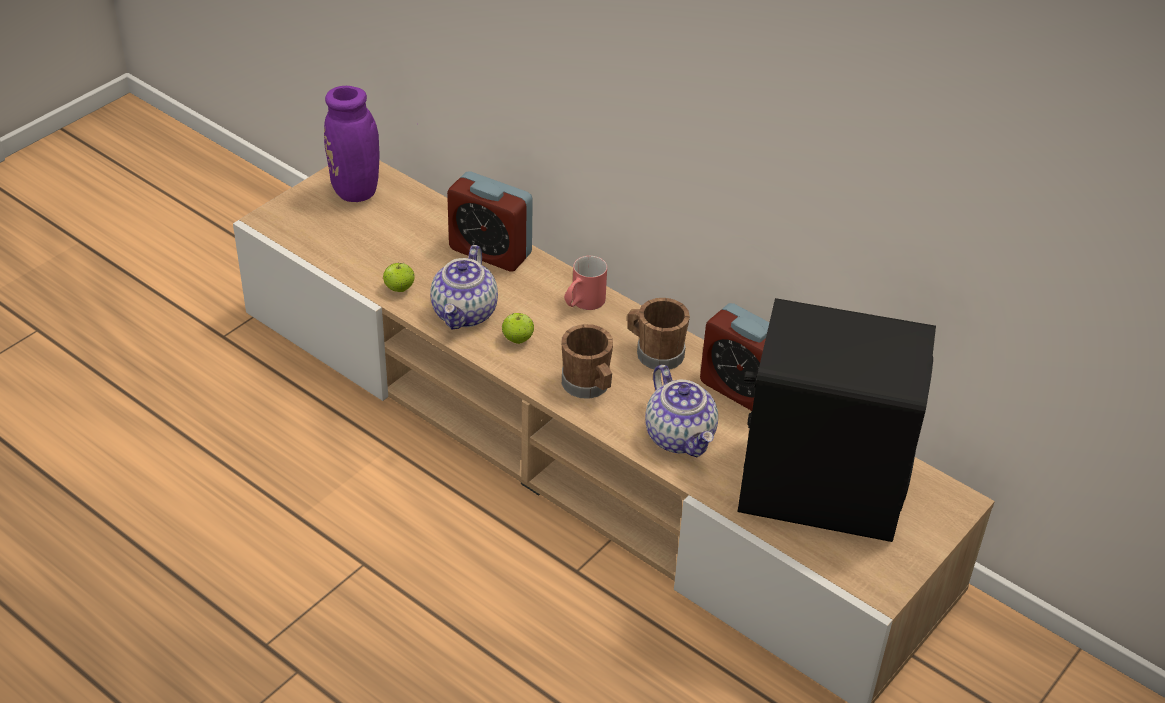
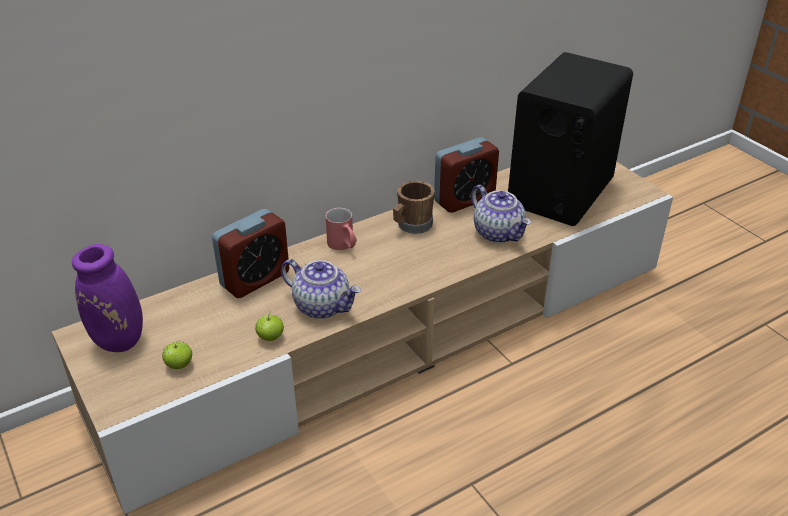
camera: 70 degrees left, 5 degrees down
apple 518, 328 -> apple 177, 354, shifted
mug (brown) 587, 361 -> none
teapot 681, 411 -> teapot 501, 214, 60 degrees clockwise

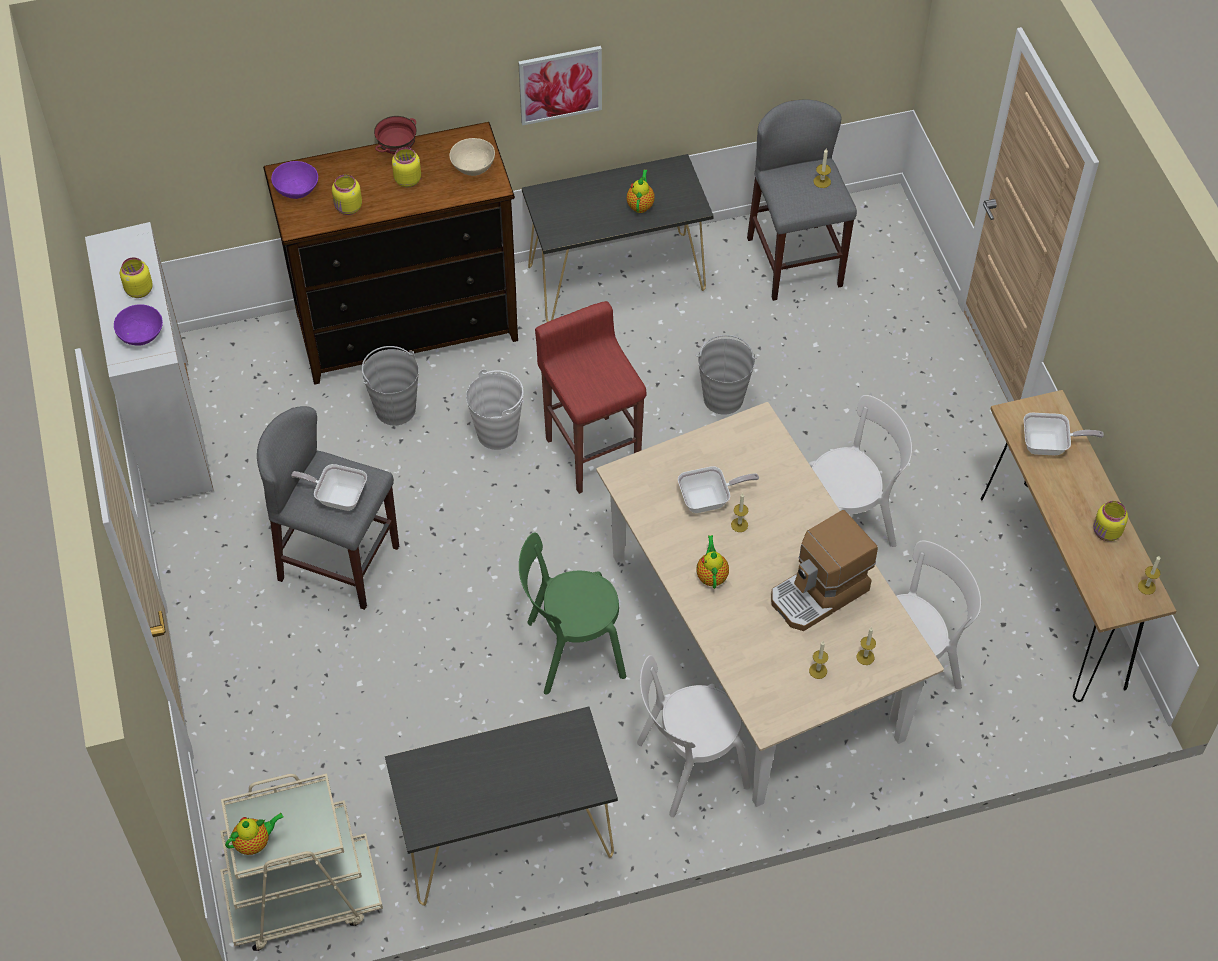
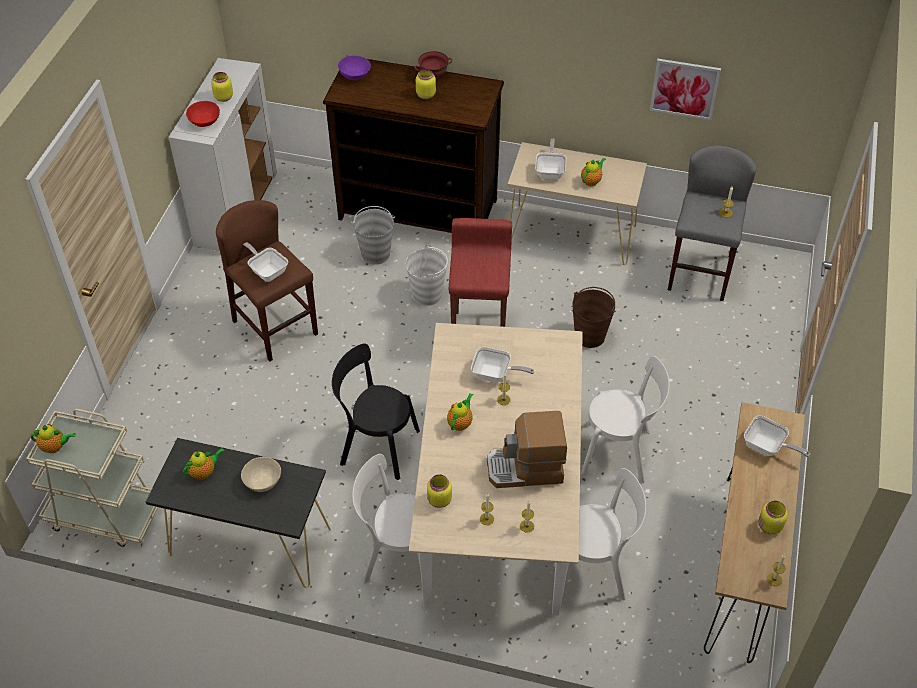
camera: 30 degrees right, 5 degrees down
picture 560, 86 -> picture 685, 89, shifted
bowl (beige) 472, 157 -> bowl (beige) 261, 474, shifted
console table (black) 618, 238 -> console table (beige) 577, 203
jar (yellow) 347, 194 -> jar (yellow) 439, 491, shifted
bowl (purple) 138, 325 -> bowl (red) 203, 114
bucket (grey) 726, 375 -> bucket (brown) 594, 317
stool (grey) 328, 508 -> stool (brown) 267, 281
chair (green) 572, 613 -> chair (black) 376, 411
none -> frying pan 550, 159
none -> teapot 203, 464

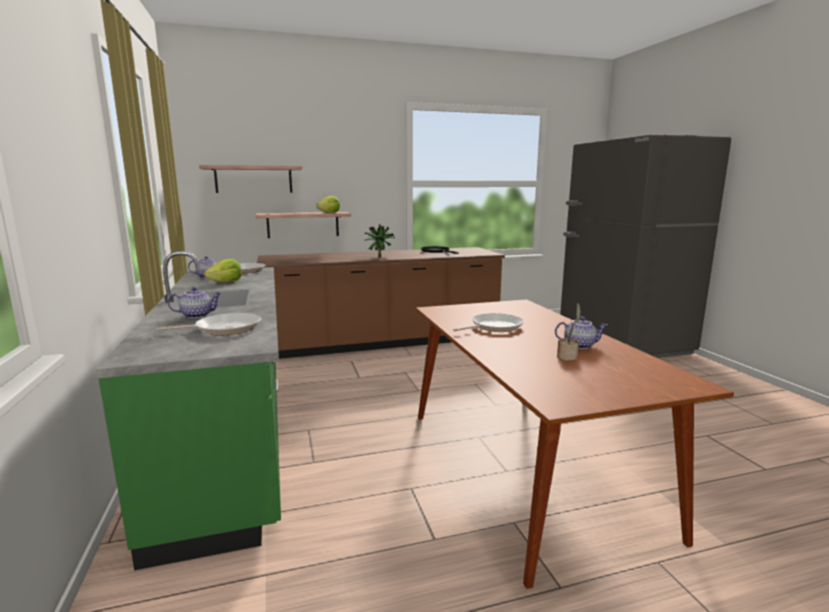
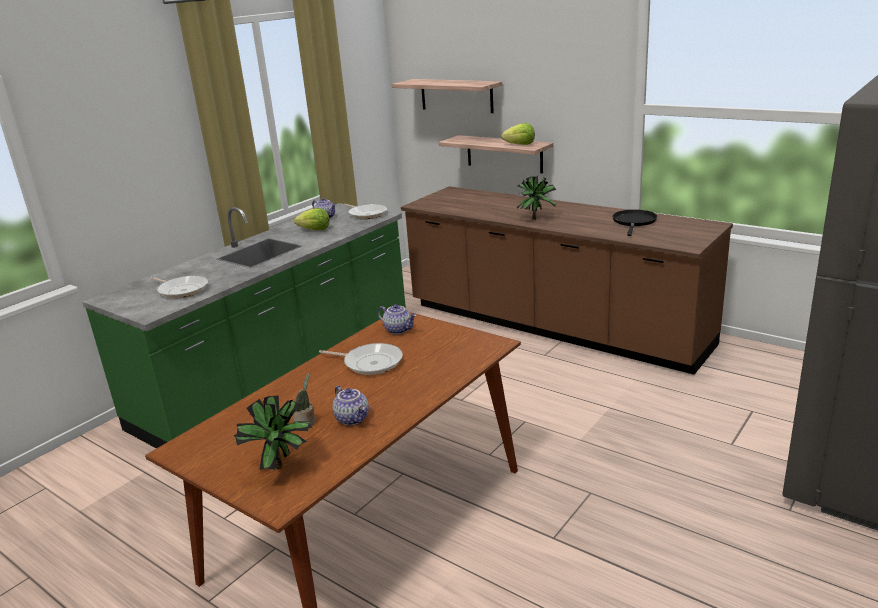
camera: 55 degrees right, 10 degrees up
teapot 194, 302 -> teapot 396, 319, shifted
none -> potted plant 273, 432

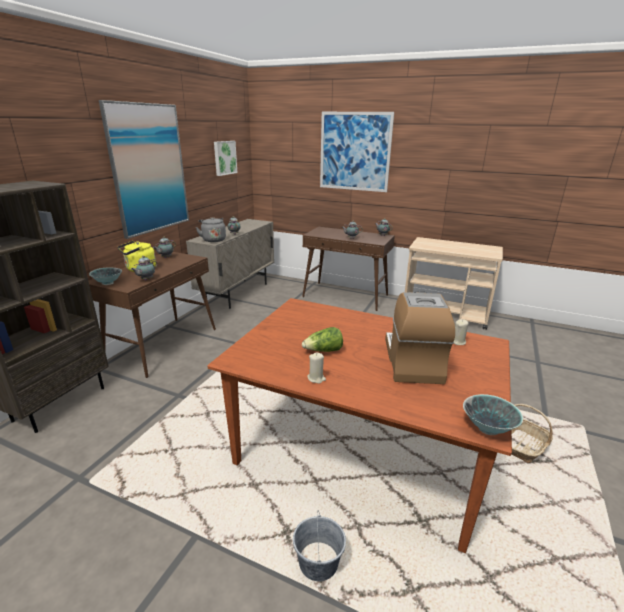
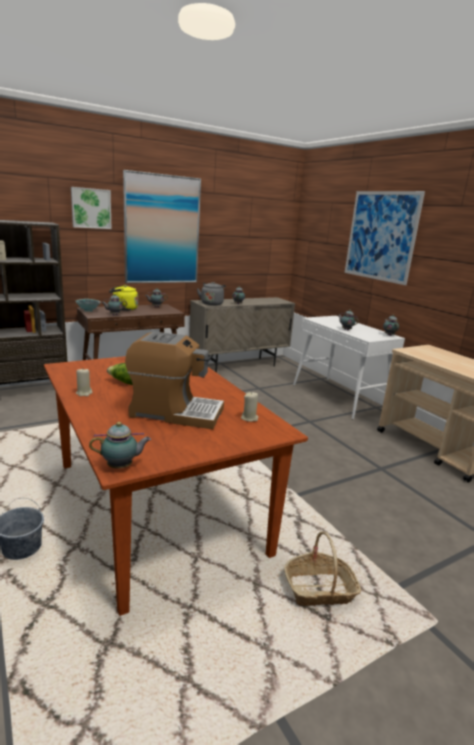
camera: 35 degrees right, 5 degrees down
picture 225, 158 -> picture 91, 208, shifted
console table (brown) 348, 269 -> console table (white) 349, 368
coffee machine 420, 338 -> coffee machine 174, 380, 60 degrees clockwise
bowl 493, 414 -> teapot 120, 445

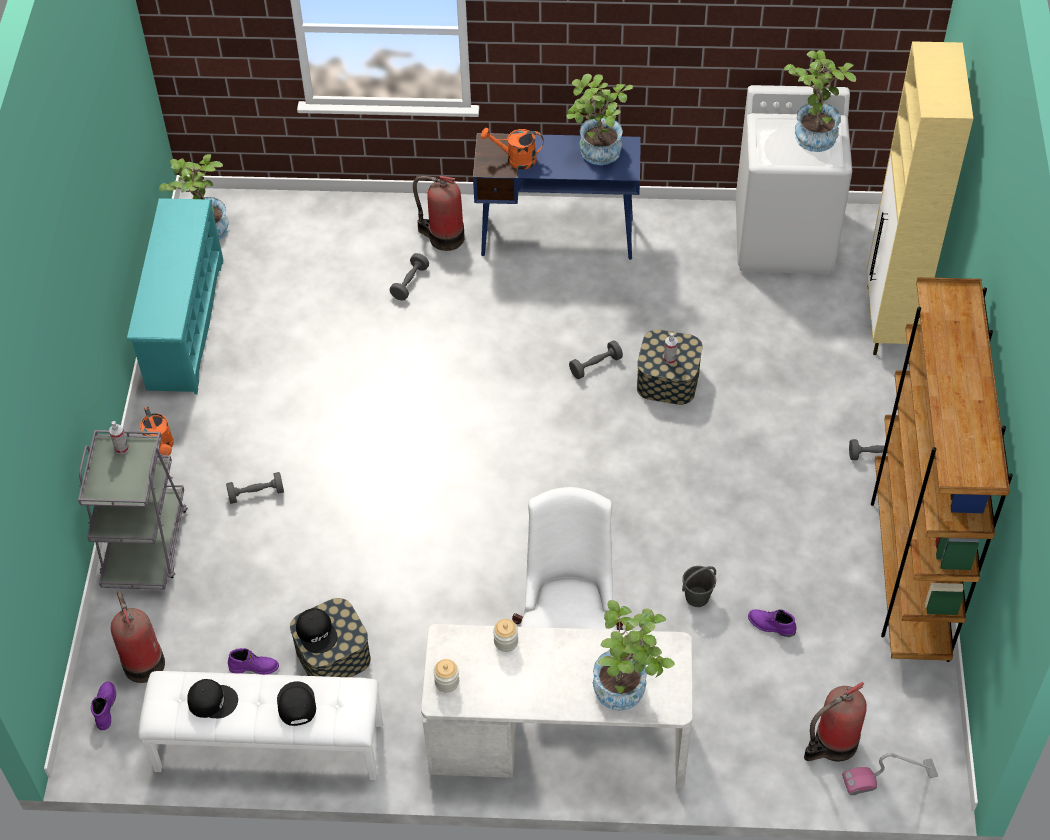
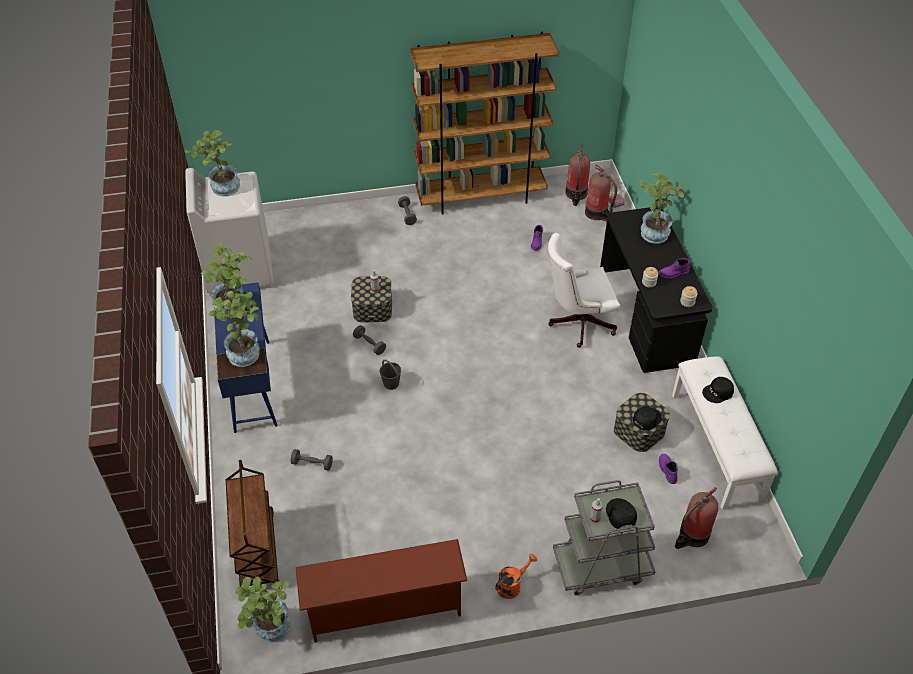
camera: 105 degrees left, 5 degrees down
cabinet (beige) 920, 198 -> none
watering can (orange) 512, 149 -> potted plant 234, 329
fire extinguisher 439, 213 -> fire extinguisher 577, 175, shifted
shoe rack (turquoise) 175, 296 -> shoe rack (brown) 381, 591
dumbbell (grey) 255, 488 -> none
bucket (grey) 699, 586 -> bucket (grey) 390, 375, shifted
desk (white) 557, 706 -> desk (black) 656, 289
cap (black) 212, 698 -> cap (black) 621, 514, shifted
boot (purple) 103, 706 -> boot (purple) 674, 268, shifted
none -> cart (brown) 253, 524

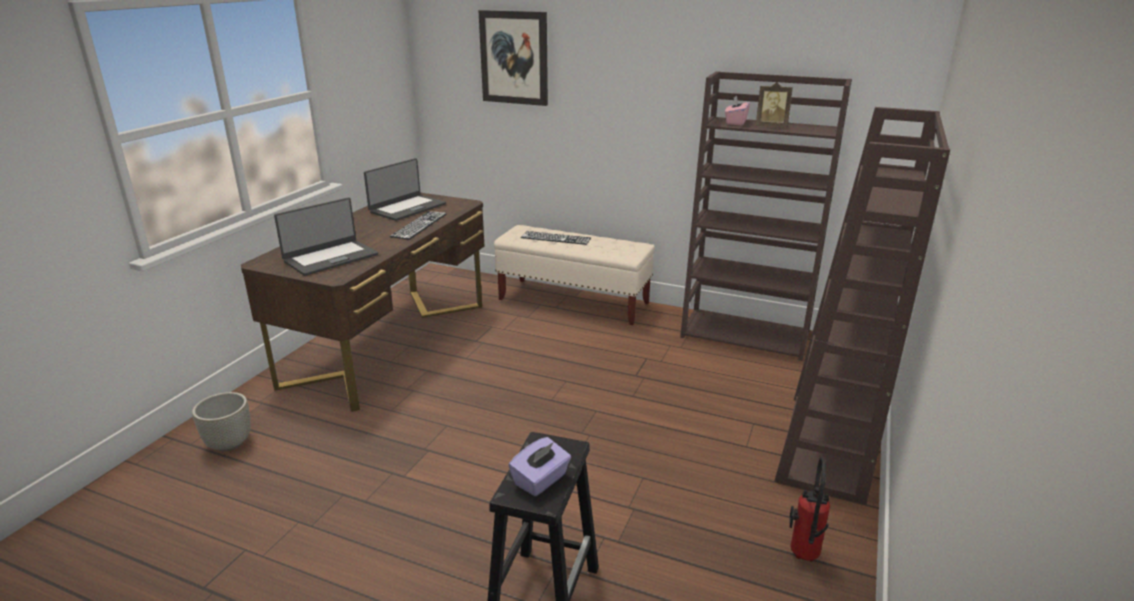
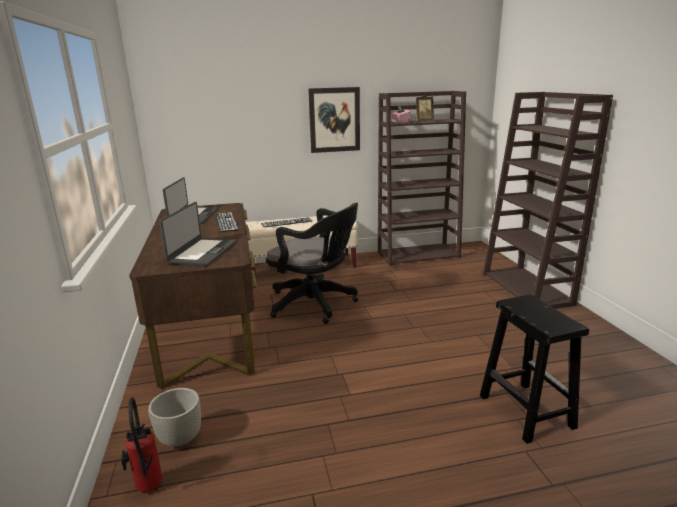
camera: 35 degrees left, 5 degrees down
picture 513, 58 -> picture 334, 120, shifted
tissue box (purple) 540, 466 -> none
fire extinguisher 809, 509 -> fire extinguisher 141, 445, shifted
none -> office chair (black) 312, 263

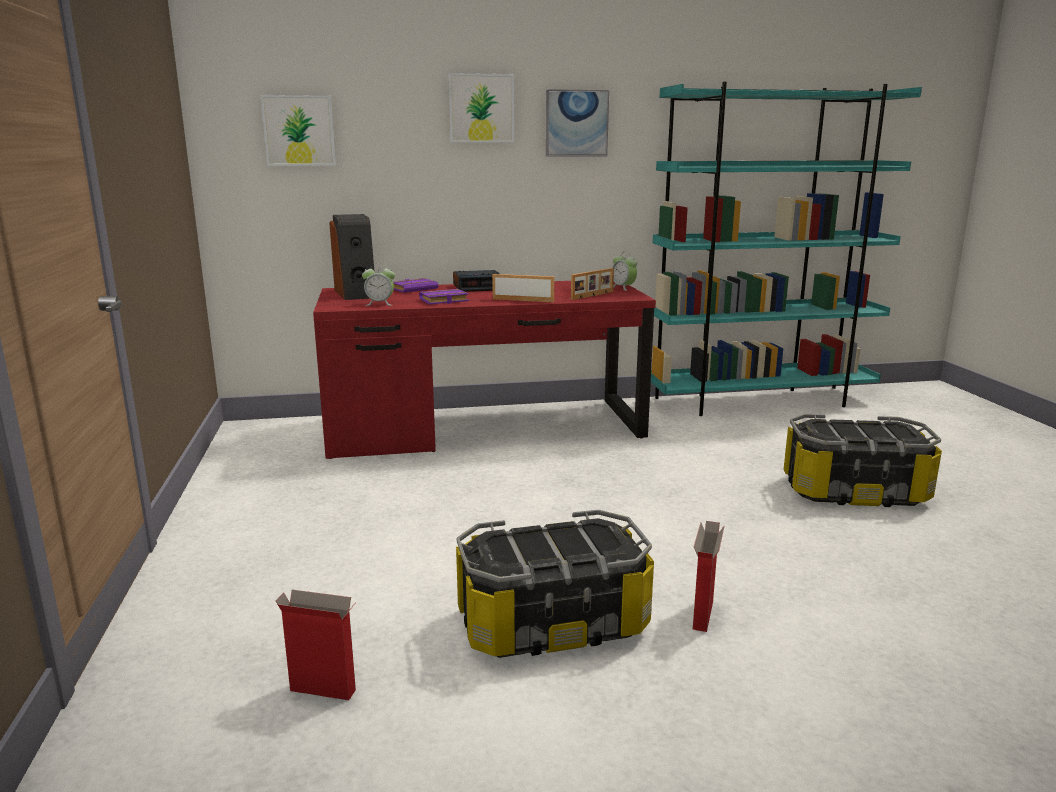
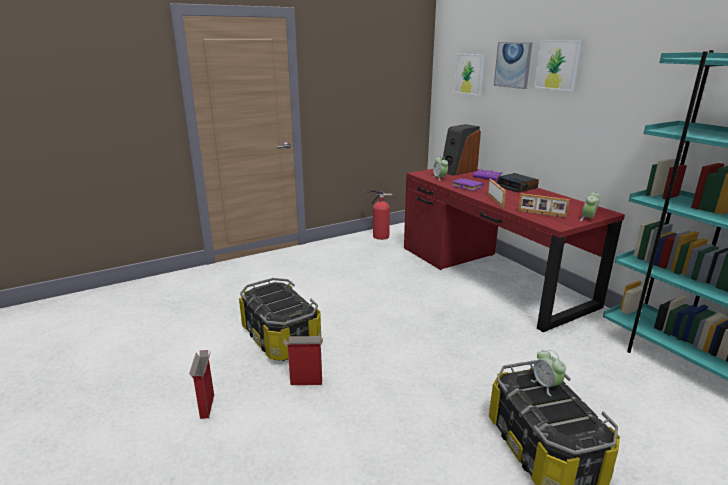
camera: 70 degrees right, 5 degrees up
picture 577, 123 -> picture 513, 65, shifted
cardboard box 316, 645 -> cardboard box 201, 384, shifted
none -> fire extinguisher 378, 215
none -> alarm clock 548, 373

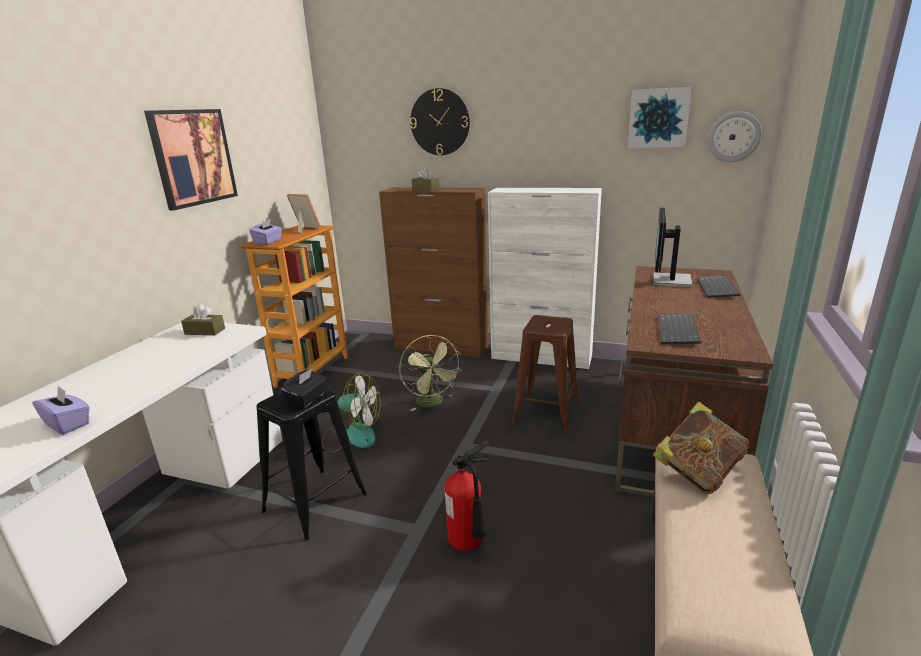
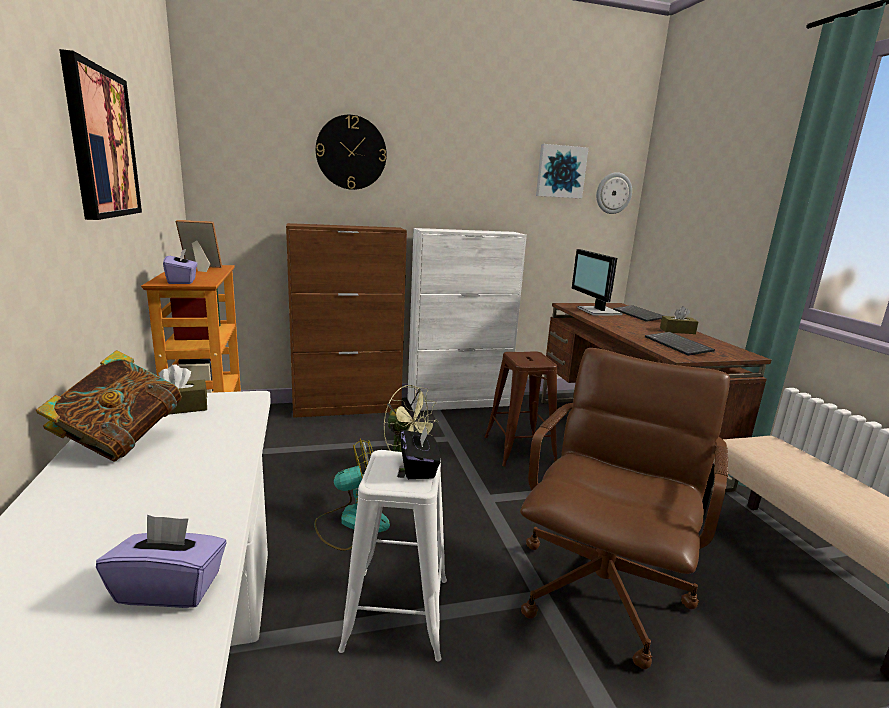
camera: 35 degrees left, 5 degrees down
tissue box (brown) 425, 179 -> tissue box (brown) 679, 320, shifted
stool (black) 311, 465 -> stool (white) 392, 555
book 701, 448 -> book 109, 406, shifted
fire extinguisher 467, 495 -> office chair (brown) 625, 508

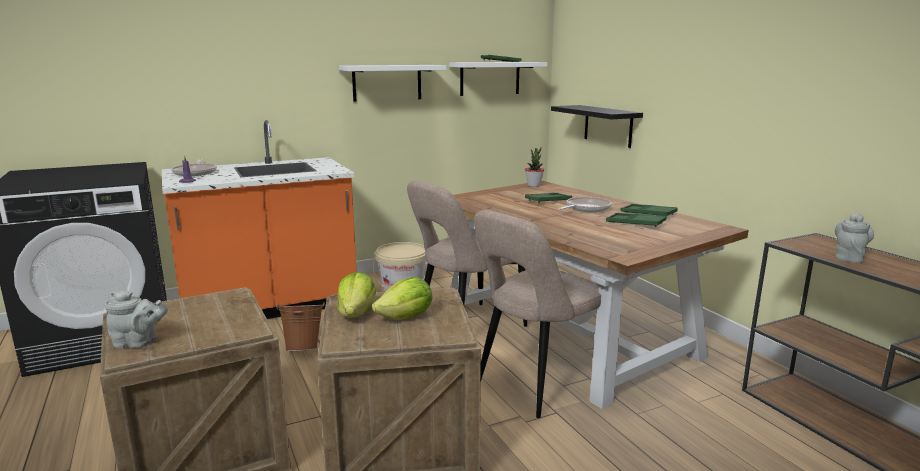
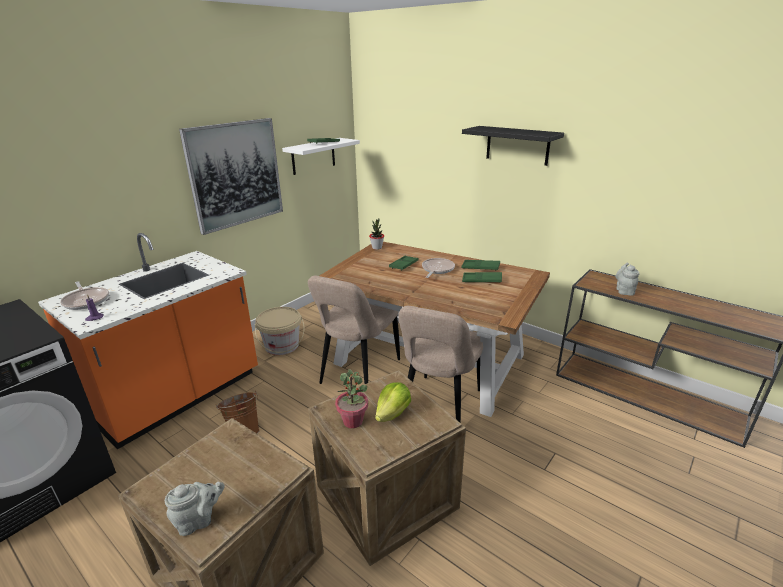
camera: 25 degrees left, 10 degrees up
shelf (white) 392, 83 -> picture 231, 176
shelf (black) 597, 126 -> shelf (black) 513, 146, shifted
lettuce 356, 295 -> potted plant 351, 398

